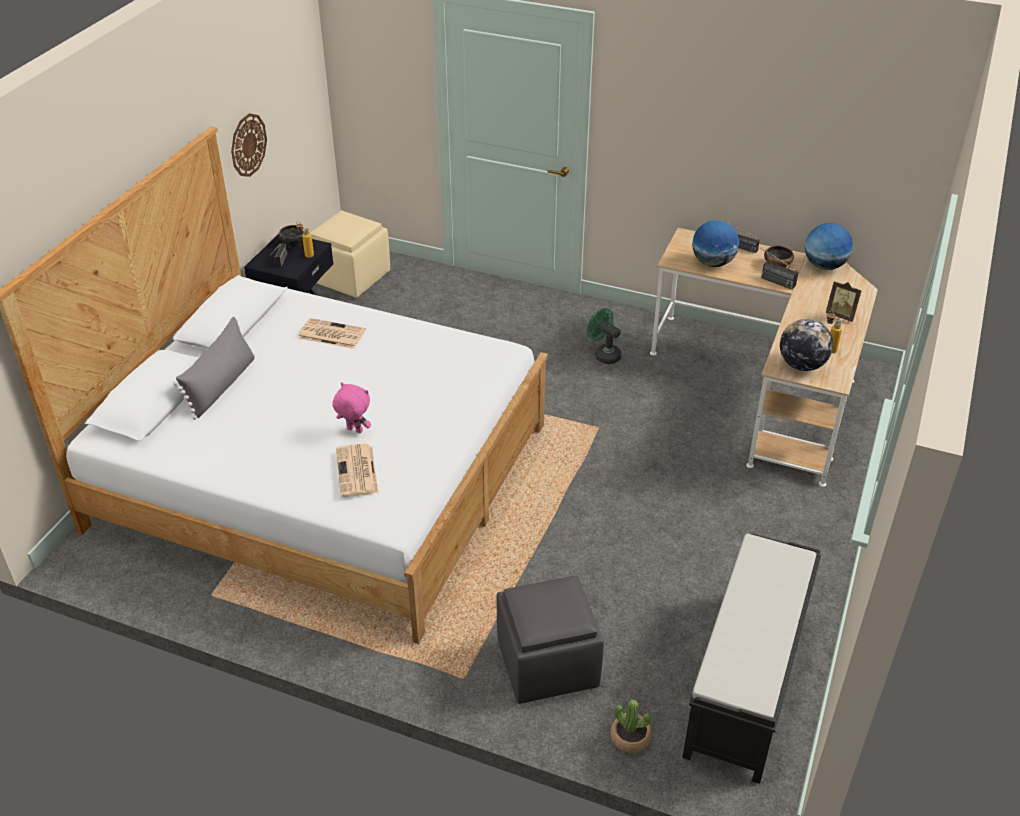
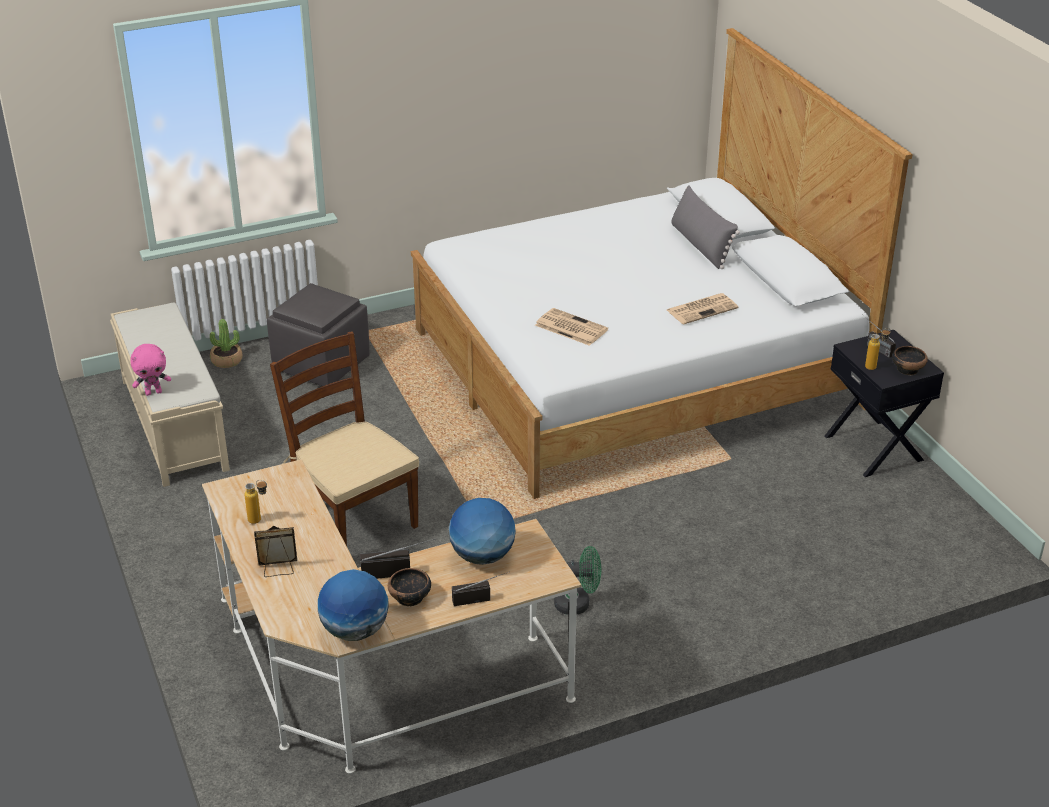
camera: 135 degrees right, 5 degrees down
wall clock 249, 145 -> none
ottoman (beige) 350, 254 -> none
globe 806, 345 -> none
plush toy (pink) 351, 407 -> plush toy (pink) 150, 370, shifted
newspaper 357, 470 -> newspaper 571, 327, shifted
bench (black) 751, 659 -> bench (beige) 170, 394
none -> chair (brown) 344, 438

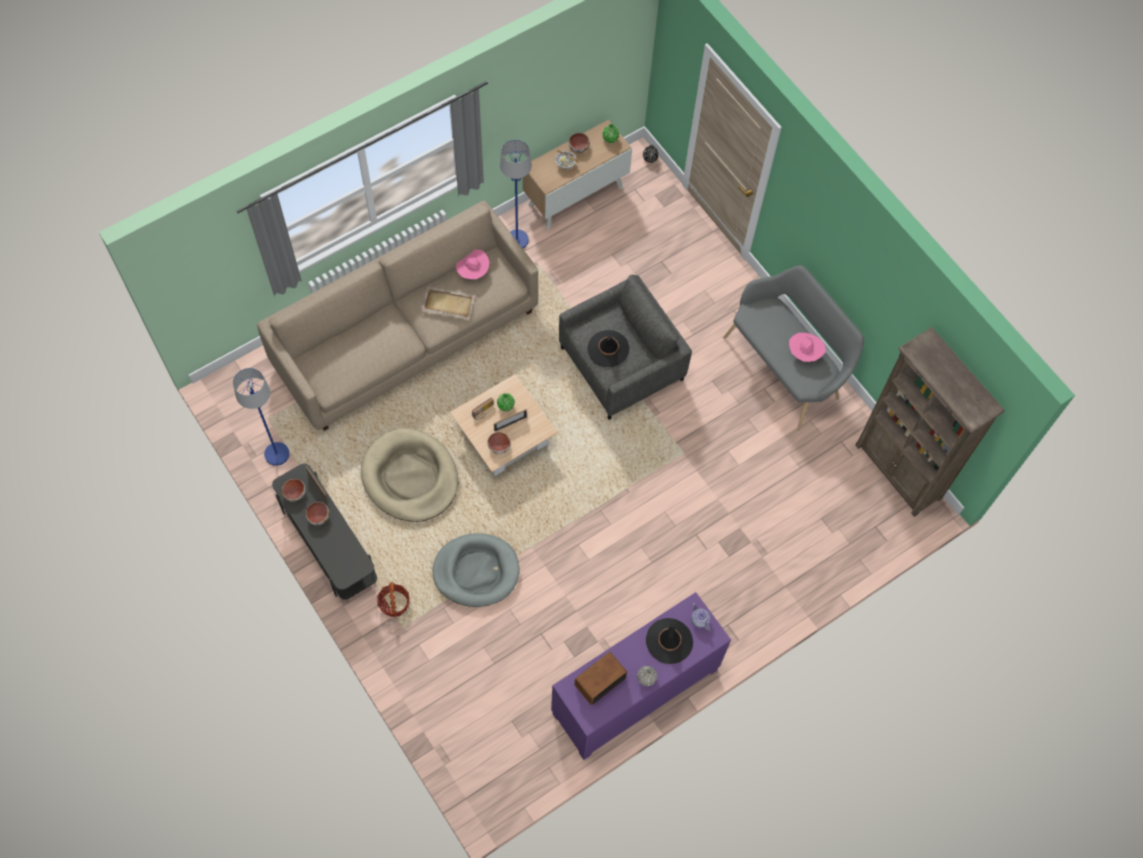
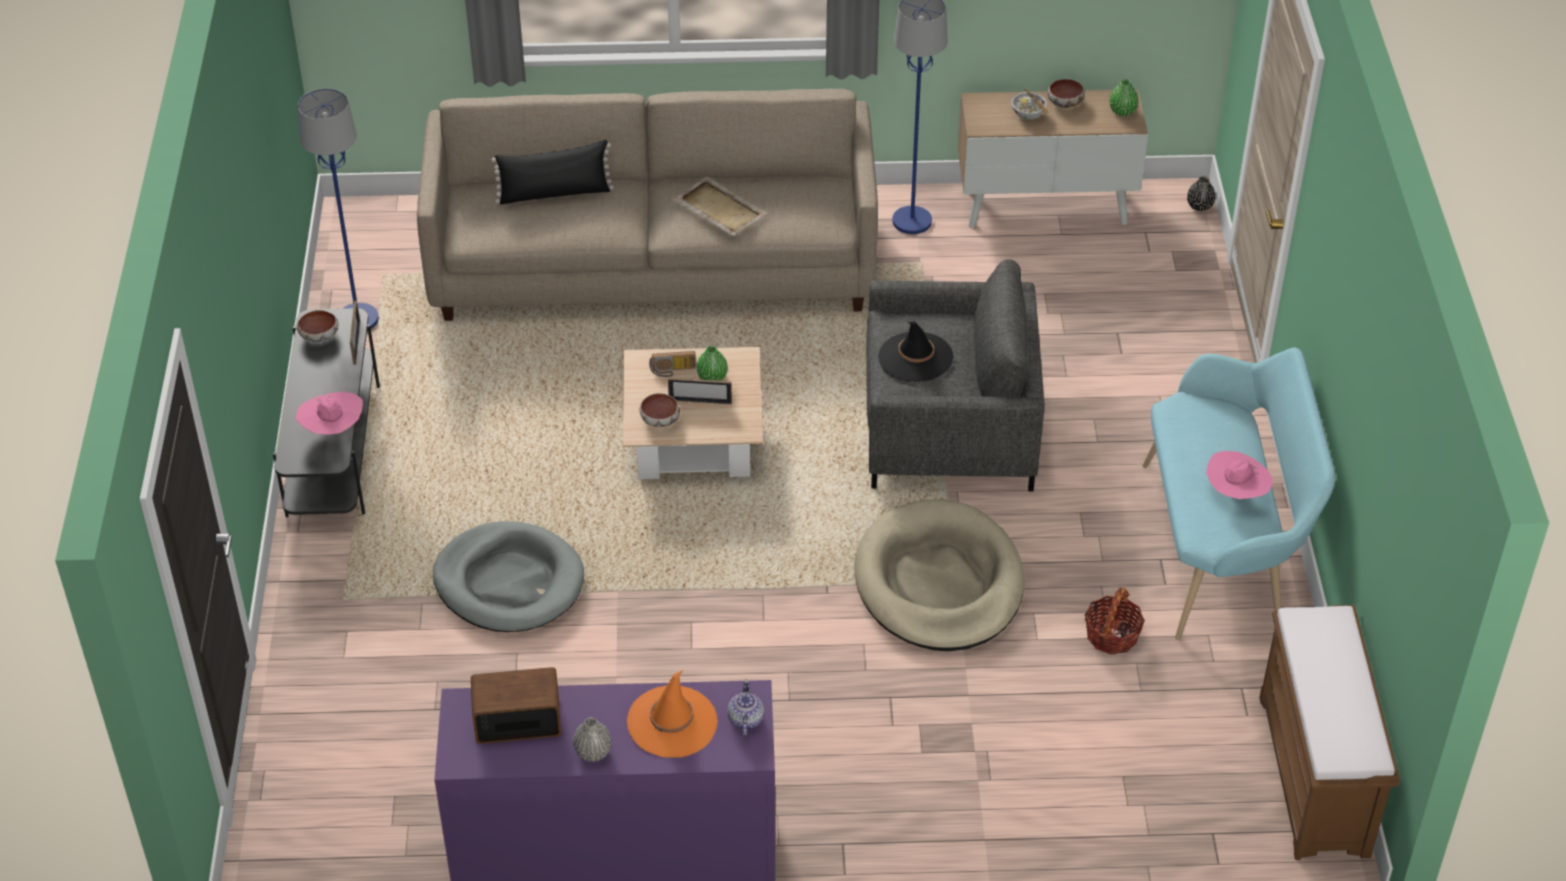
camera: 35 degrees right, 20 degrees down
hat (pink) 472, 264 -> hat (pink) 329, 413, shifted
bench (grey) 793, 348 -> bench (turquoise) 1239, 493
bookcase (brown) 930, 422 -> bench (brown) 1329, 732
dog bed (beige) 409, 475 -> dog bed (beige) 939, 575, shifted
bowl 318, 513 -> none
basket 393, 599 -> basket 1115, 621, shifted
hat (black) 669, 641 -> hat (orange) 672, 714
none -> pillow (black) 552, 172

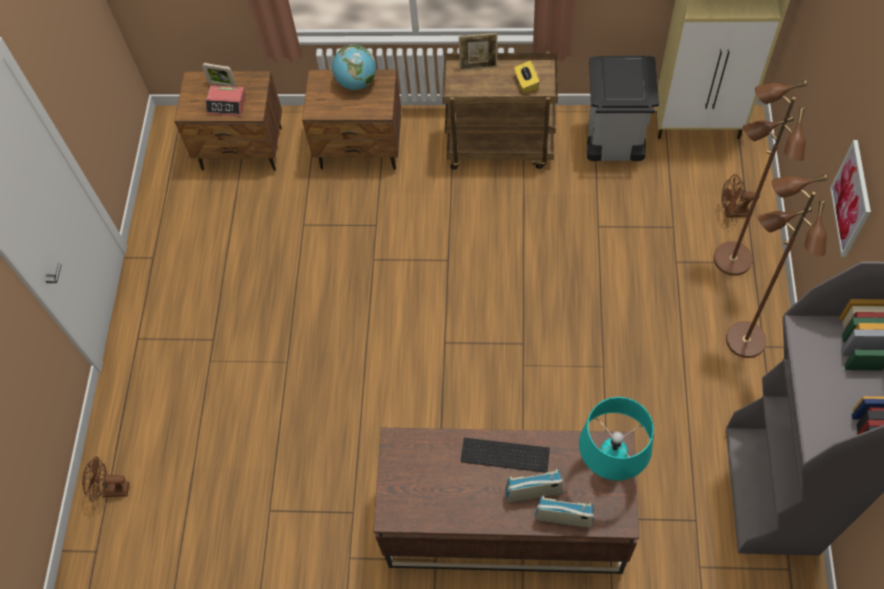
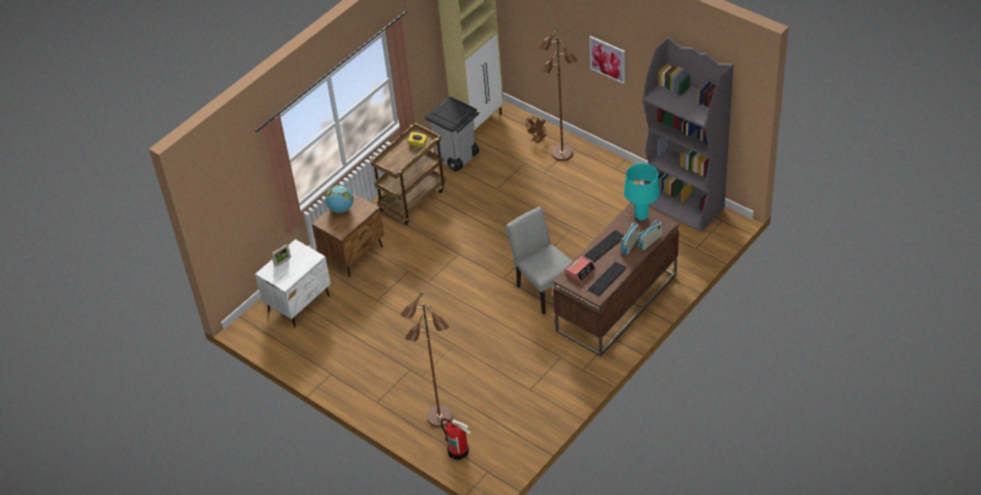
camera: 55 degrees left, 15 degrees down
picture frame 478, 51 -> none
nightstand (brown) 228, 121 -> nightstand (white) 293, 283
alarm clock 225, 100 -> alarm clock 581, 269, shifted
floor lamp (brown) 777, 266 -> floor lamp (brown) 426, 359, shifted
fan (brown) 105, 479 -> fire extinguisher 456, 439
none -> chair (grey) 538, 261
none -> keyboard 607, 279

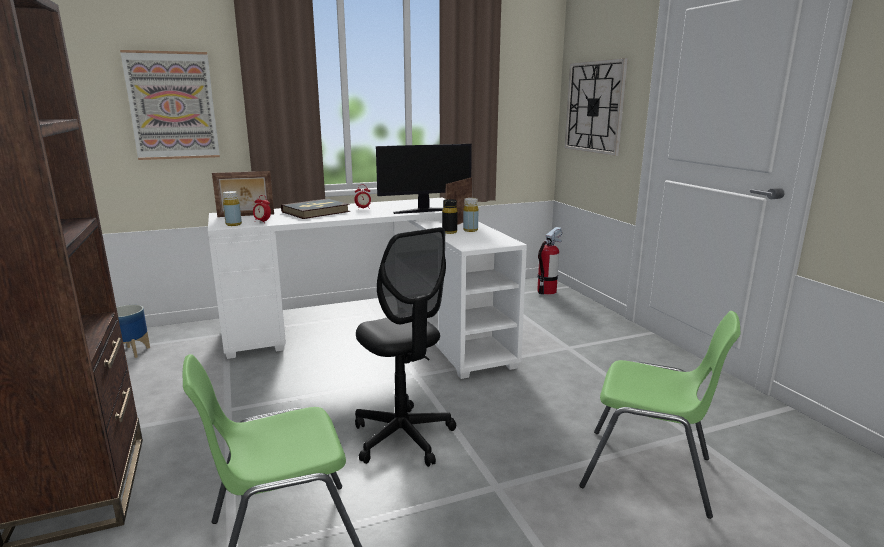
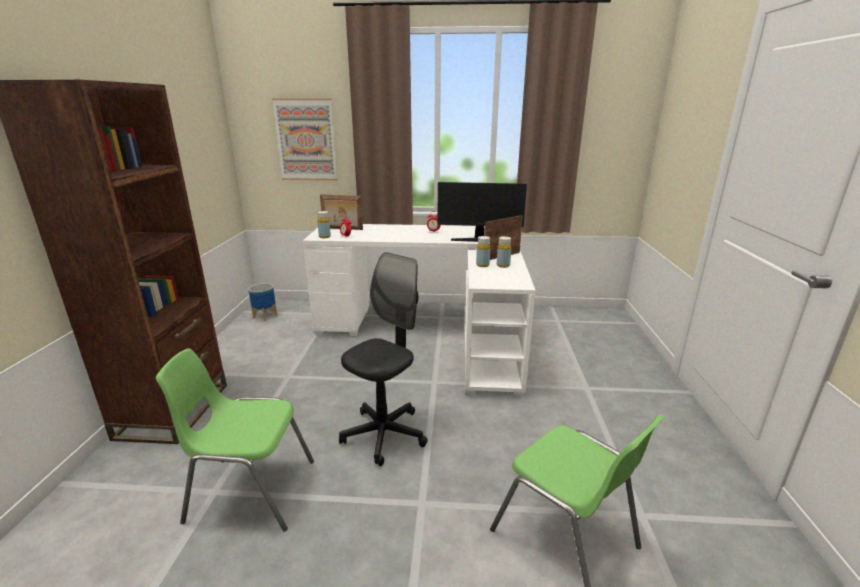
camera: 25 degrees right, 5 degrees up
wall clock 596, 107 -> none
book 315, 209 -> none
bottle (black) 449, 216 -> bottle (yellow) 483, 251
office chair (black) 405, 347 -> office chair (black) 383, 359, 135 degrees counterclockwise
fire extinguisher 549, 261 -> none

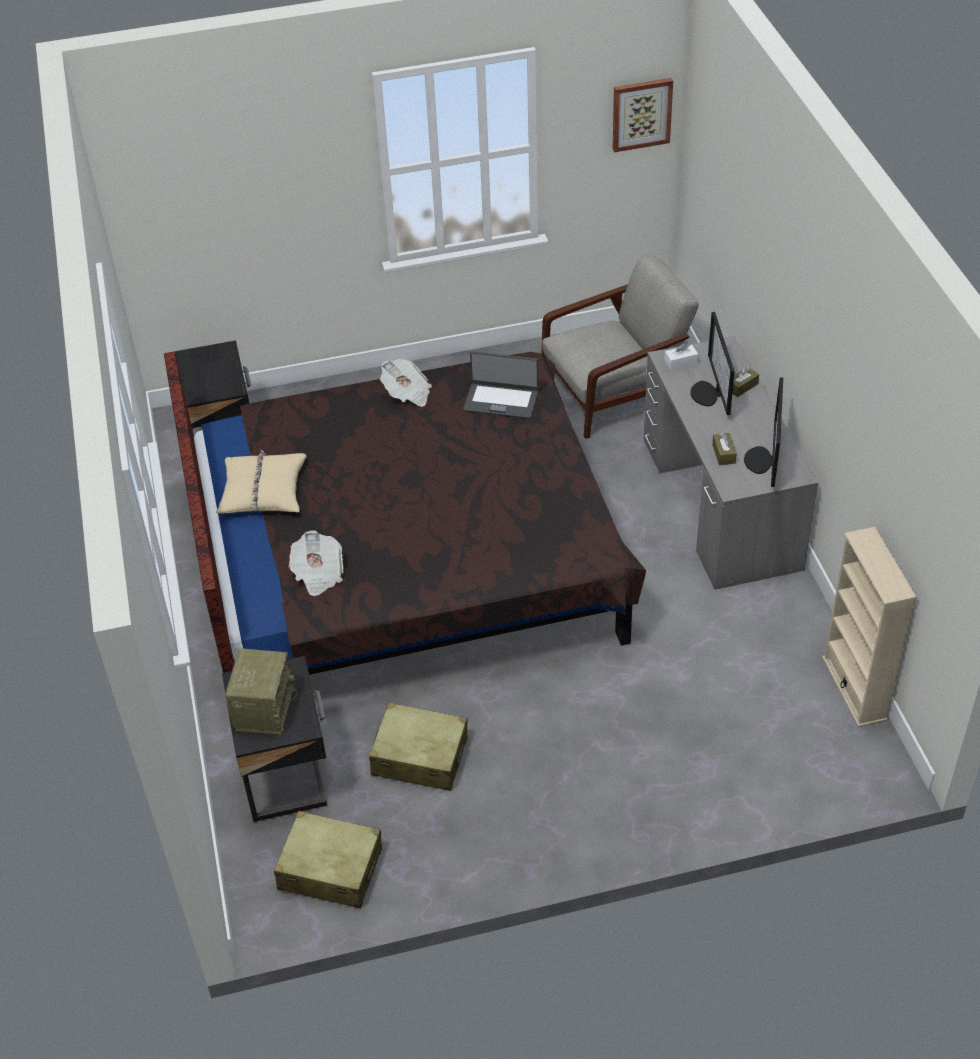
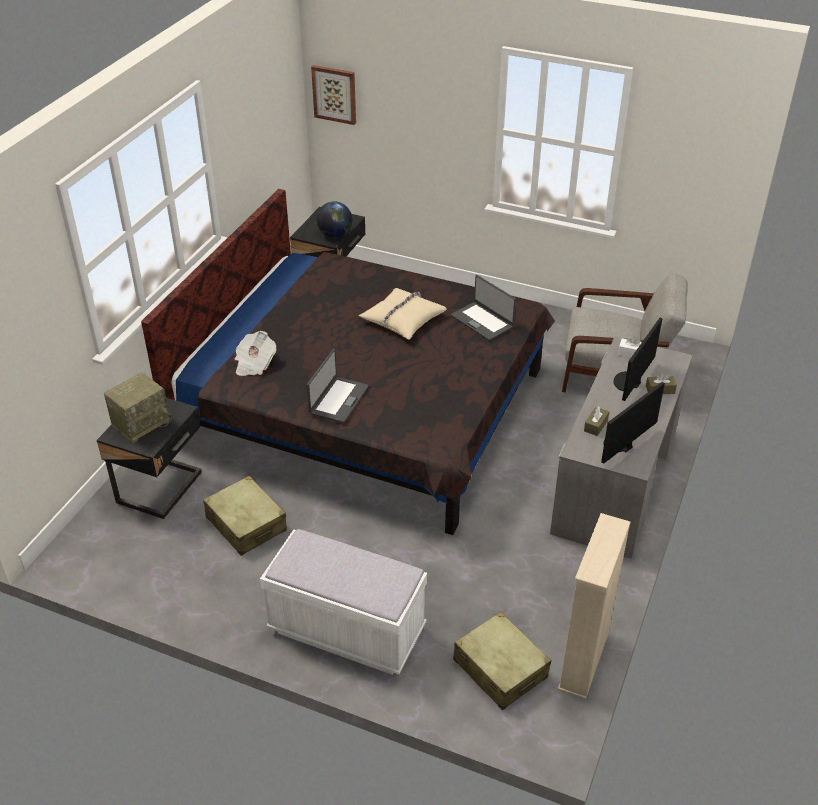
camera: 35 degrees right, 5 degrees down
picture 642, 115 -> picture 333, 95, shifted
newspaper 406, 383 -> none
pillow (beige) 261, 482 -> pillow (beige) 403, 314, shifted
suitcase (beige) 328, 860 -> suitcase (beige) 502, 661, shifted
none -> globe 334, 219
none -> laptop 338, 386
none -> bench (white) 343, 602

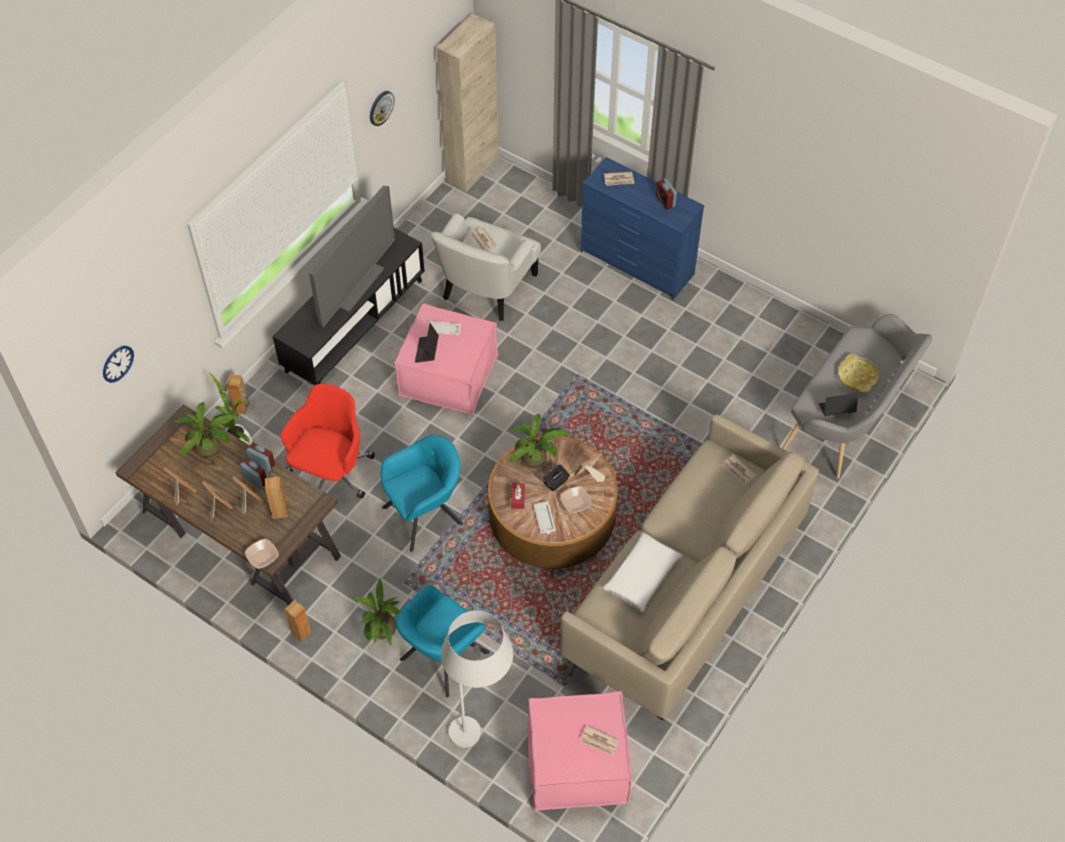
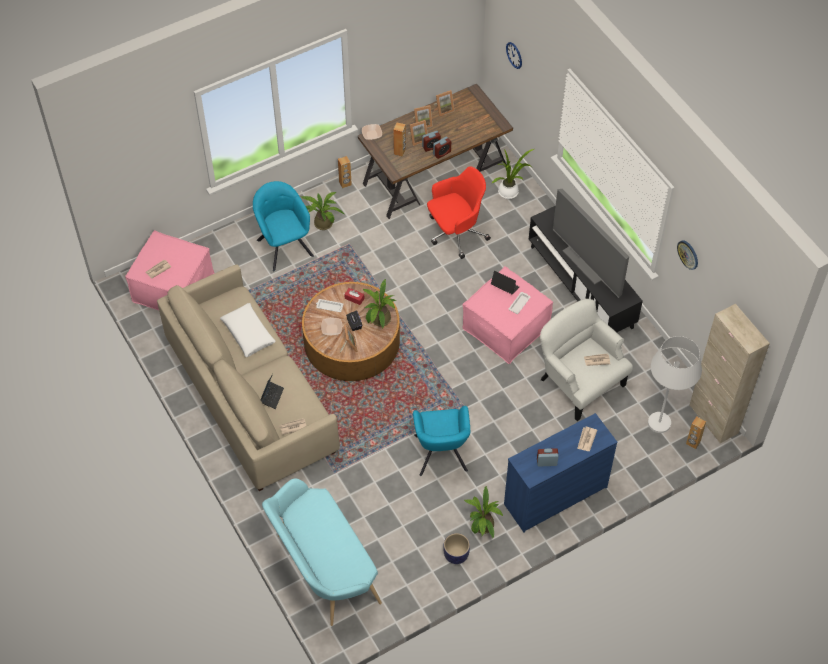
camera: 115 degrees right, 0 degrees up
bench (grey) 857, 396 -> bench (turquoise) 322, 552
tray (yellow) 858, 373 -> none
speaker (brown) 238, 394 -> speaker (brown) 696, 432, shifted
office chair (red) 328, 441 -> office chair (red) 459, 212, 75 degrees counterclockwise
laptop 838, 404 -> laptop 272, 391, shifted
potted plant 205, 430 -> potted plant 483, 512, shifted
armchair (turquoise) 422, 493 -> armchair (turquoise) 441, 441, shifted
floor lamp (white) 477, 679 -> floor lamp (white) 675, 384, shifted
none -> planter 456, 548

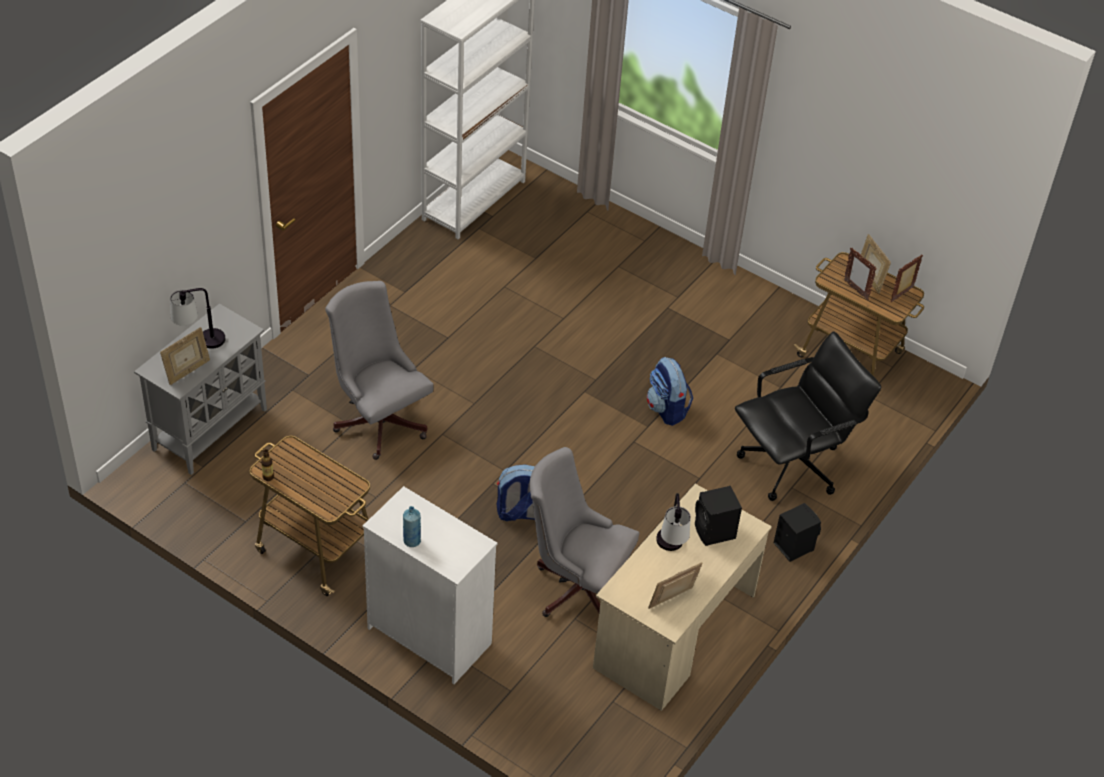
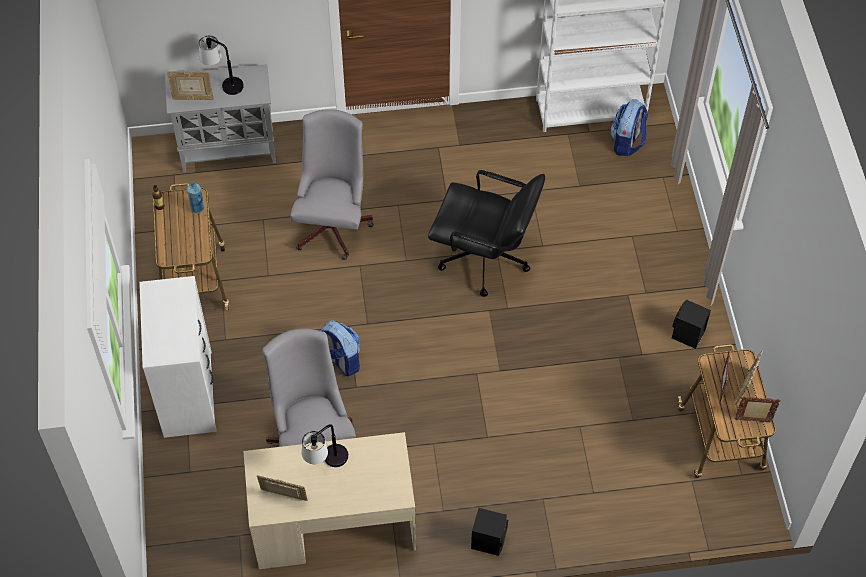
camera: 50 degrees right, 10 degrees up
office chair (black) 808, 416 -> office chair (black) 486, 233, shifted
backpack 670, 391 -> backpack 629, 127, shifted
speaker (black) 718, 516 -> speaker (black) 691, 324, shifted
bottle (blue) 412, 526 -> bottle (blue) 195, 197, shifted

